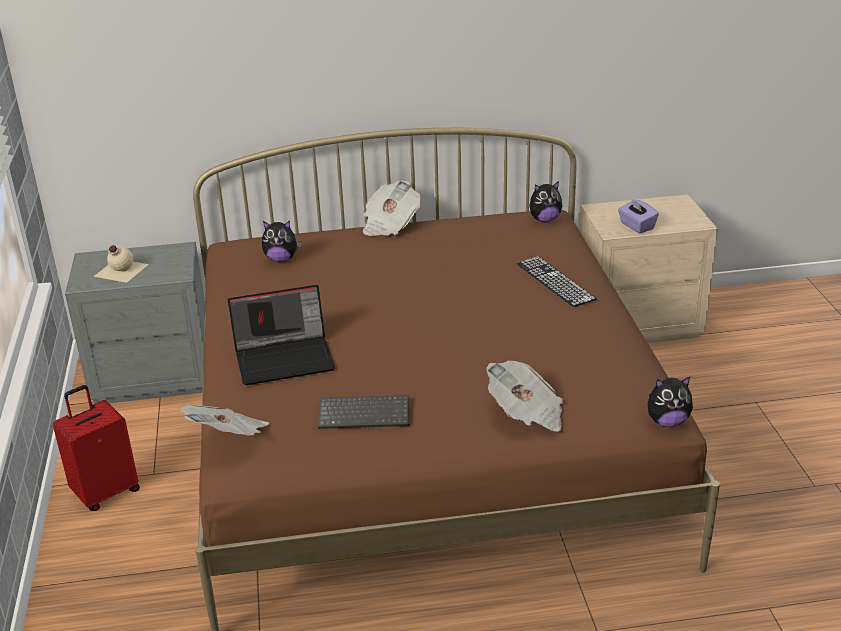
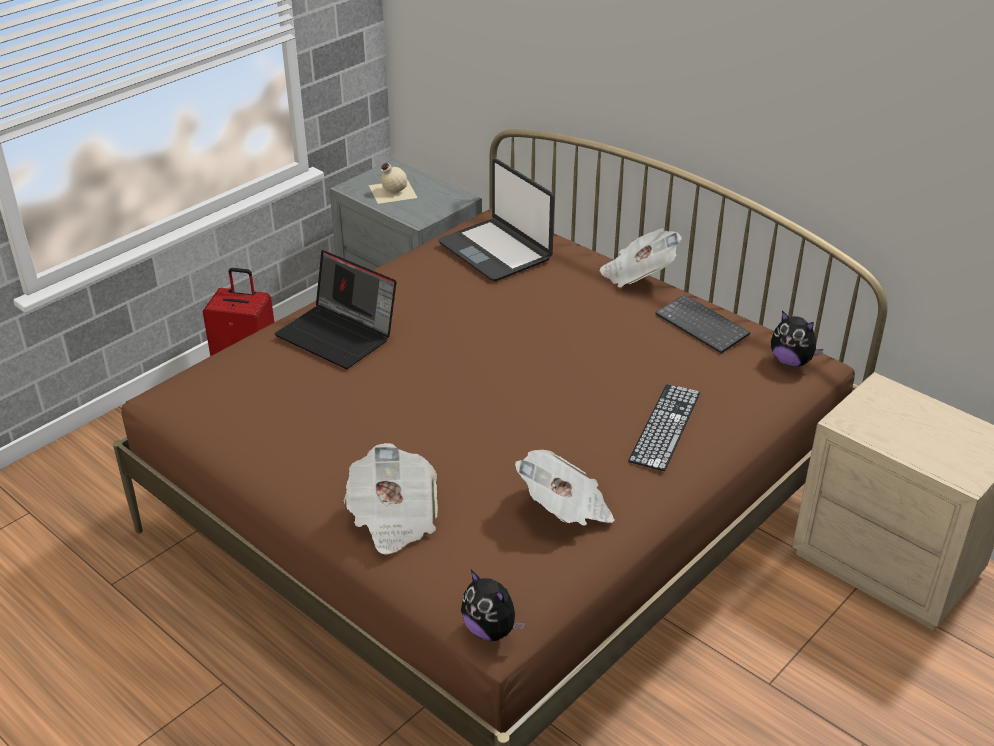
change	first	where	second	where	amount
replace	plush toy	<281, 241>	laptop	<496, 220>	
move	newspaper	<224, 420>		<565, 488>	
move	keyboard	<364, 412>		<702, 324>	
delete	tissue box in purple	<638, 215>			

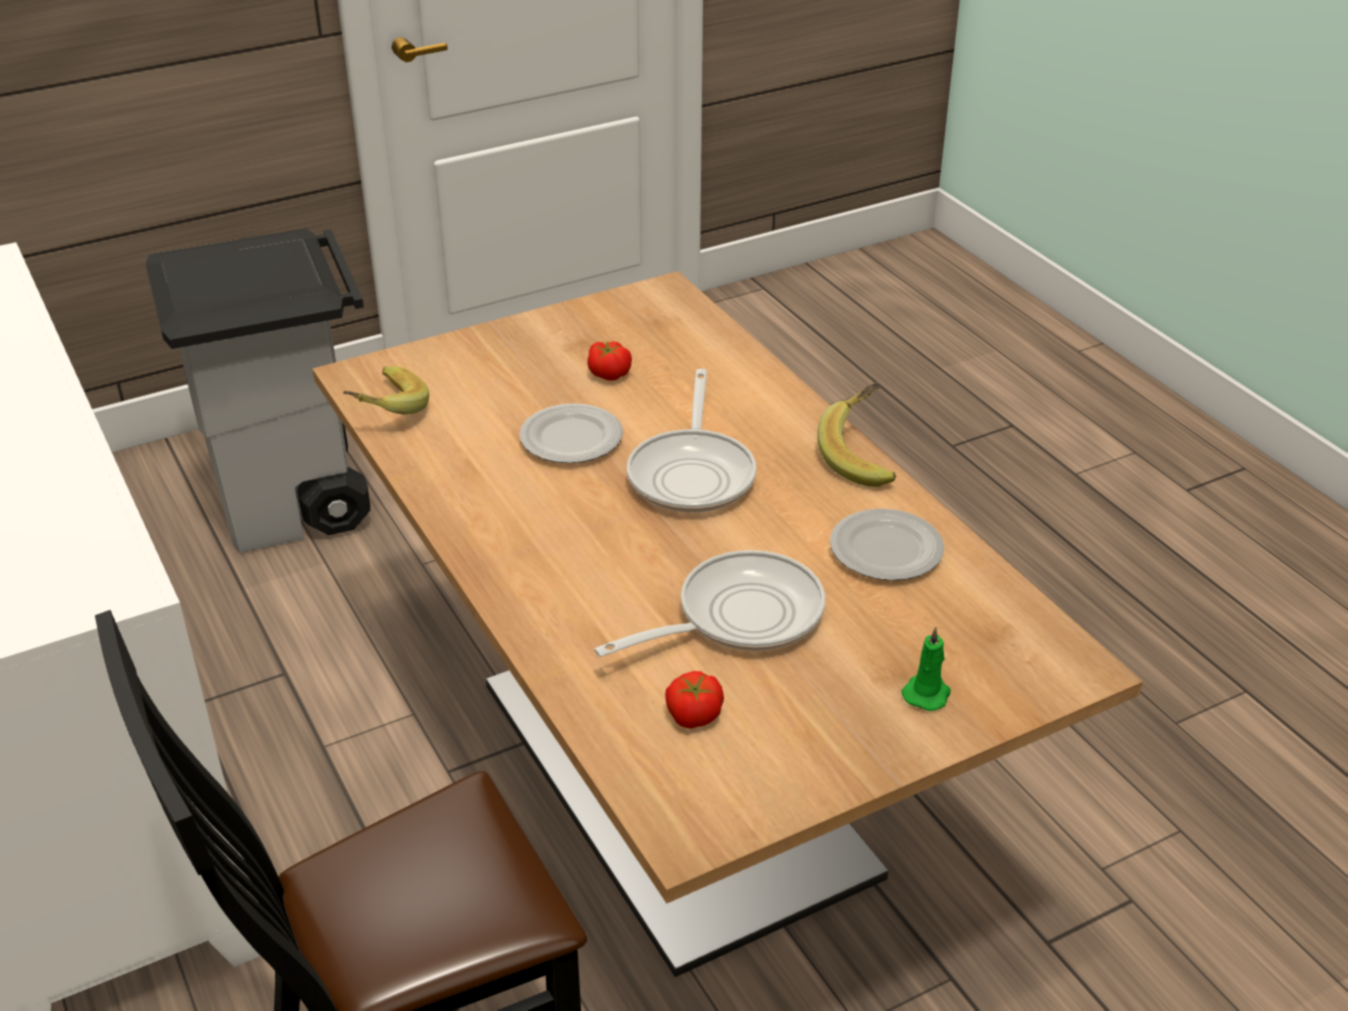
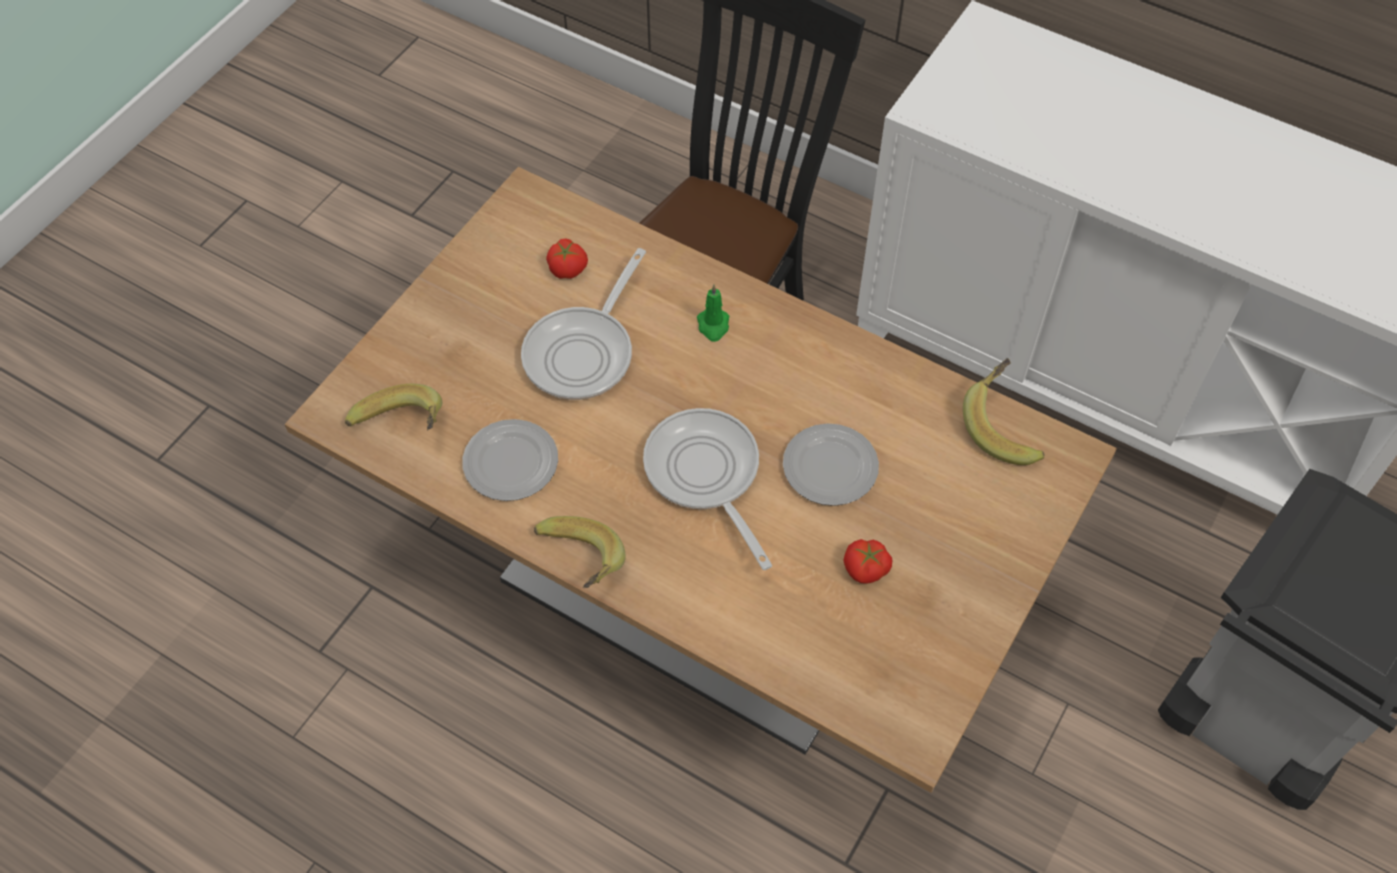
change	first	where	second	where	amount
insert			banana	<393, 407>	
move	candle in green	<926, 669>		<713, 313>	

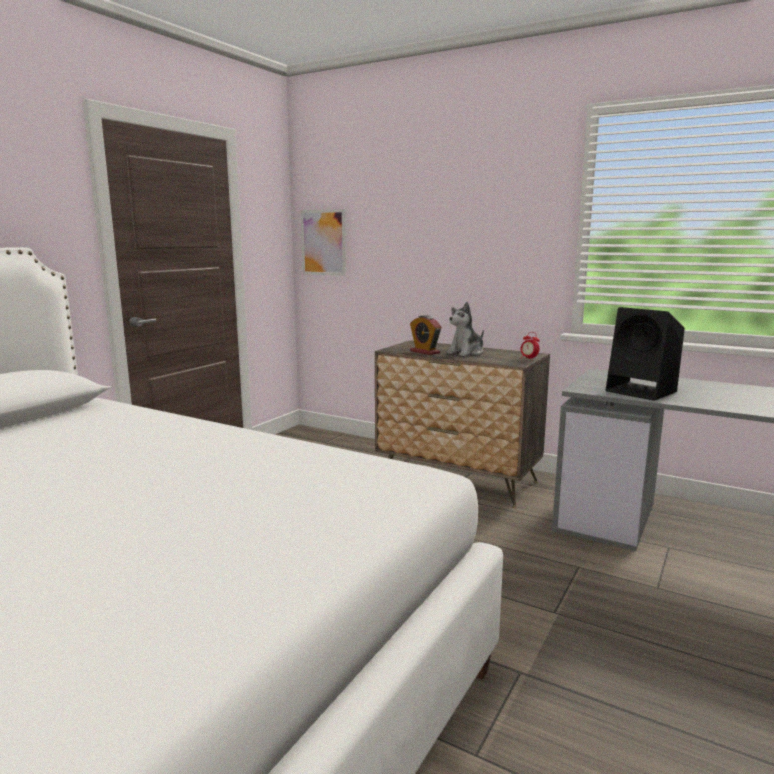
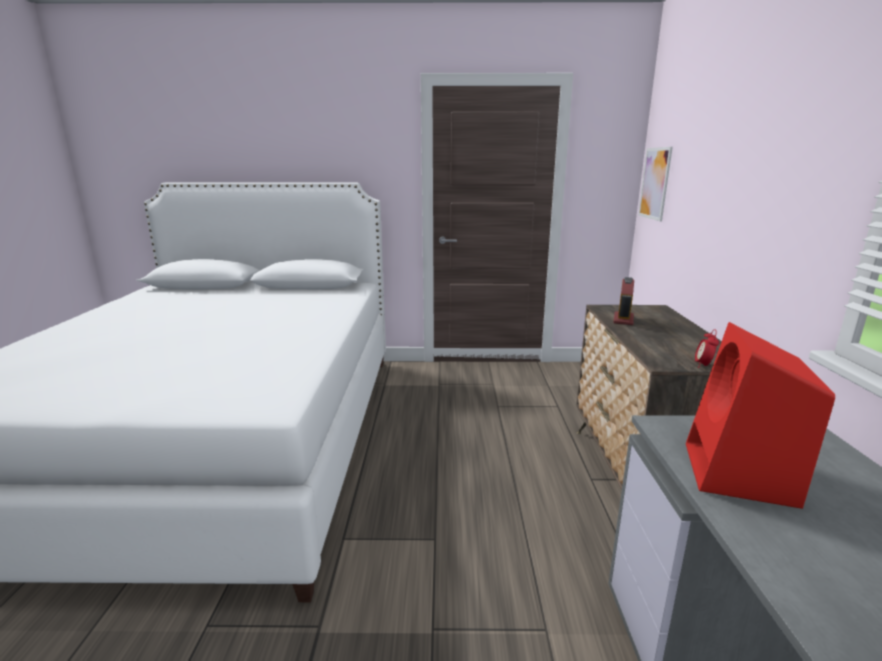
change	first	where	second	where	amount
recolor	speaker in black	<645, 354>	speaker in red	<760, 415>	
delete	plush toy	<465, 329>			

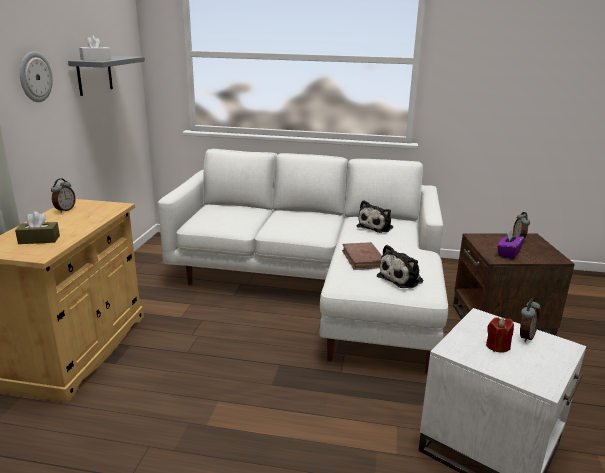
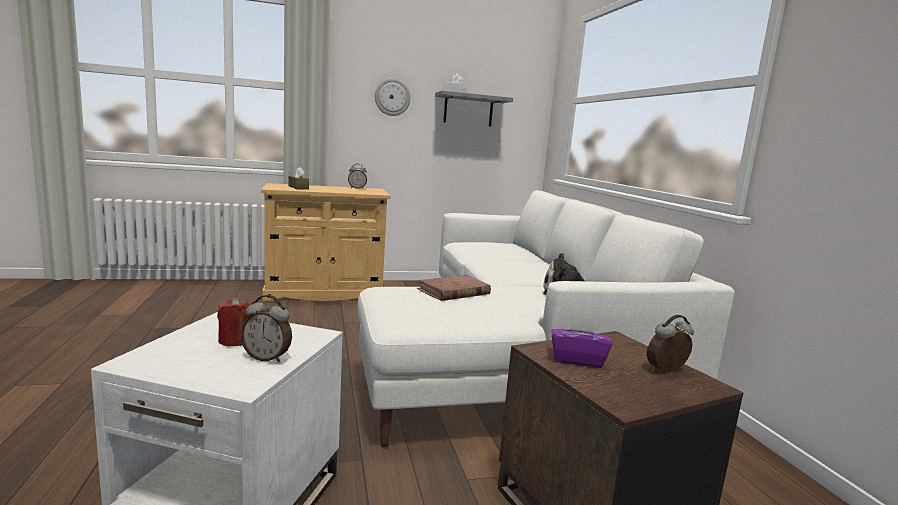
change	first	where	second	where	amount
delete	plush toy	<400, 267>			

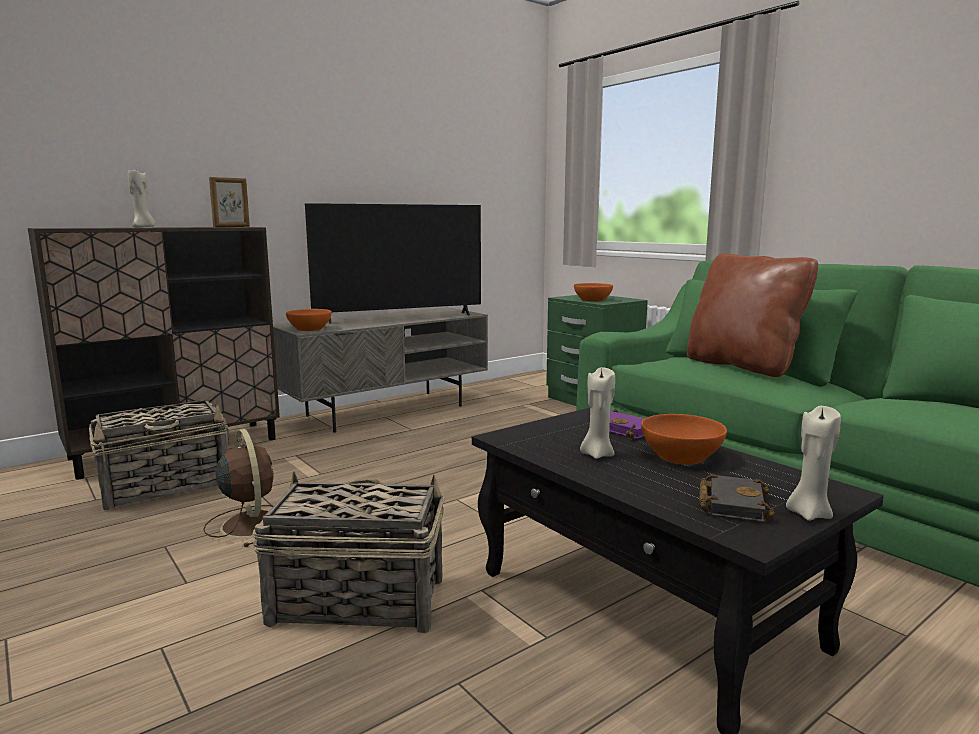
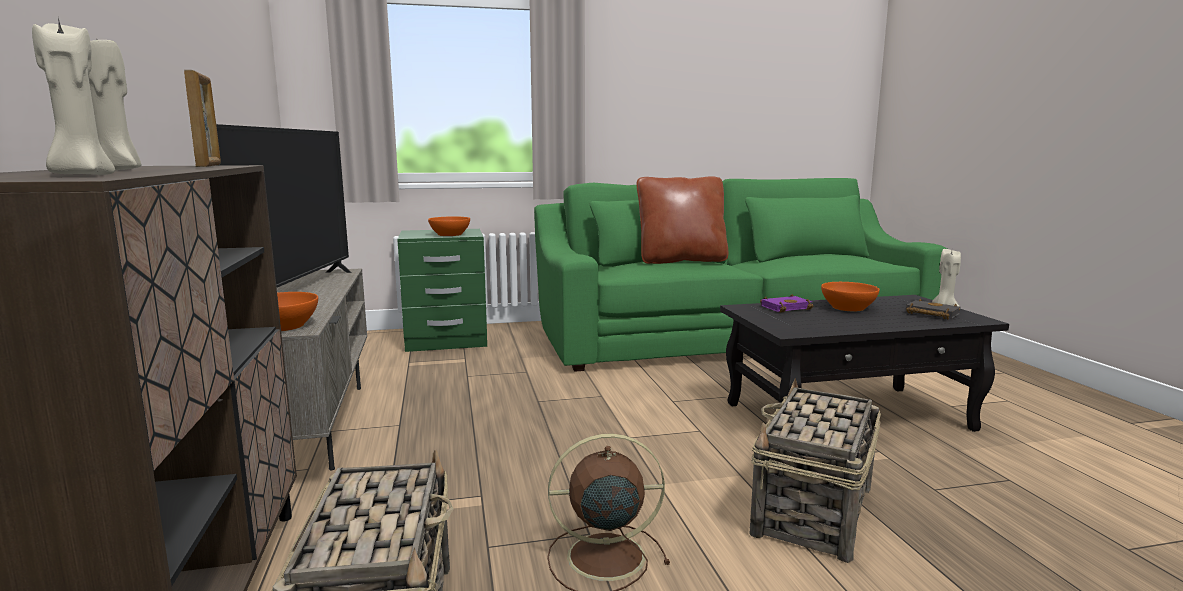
change	first	where	second	where	amount
move	candle in beige	<597, 413>		<73, 96>	

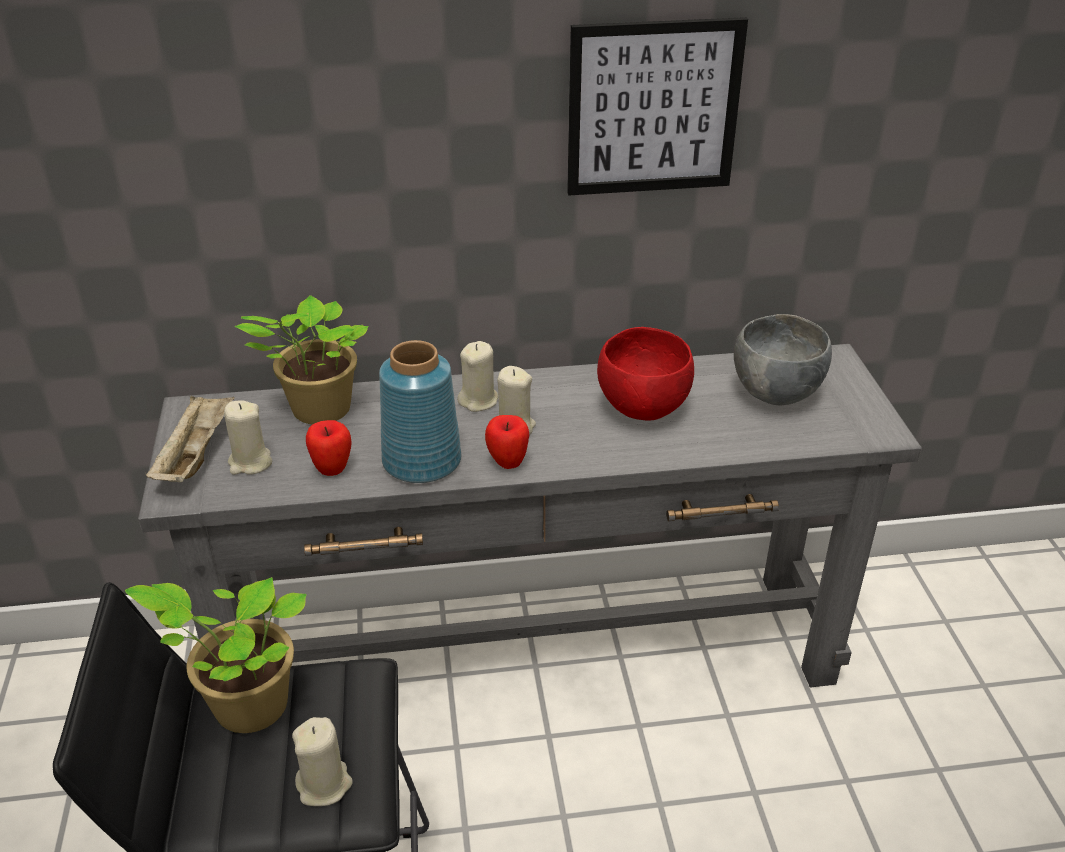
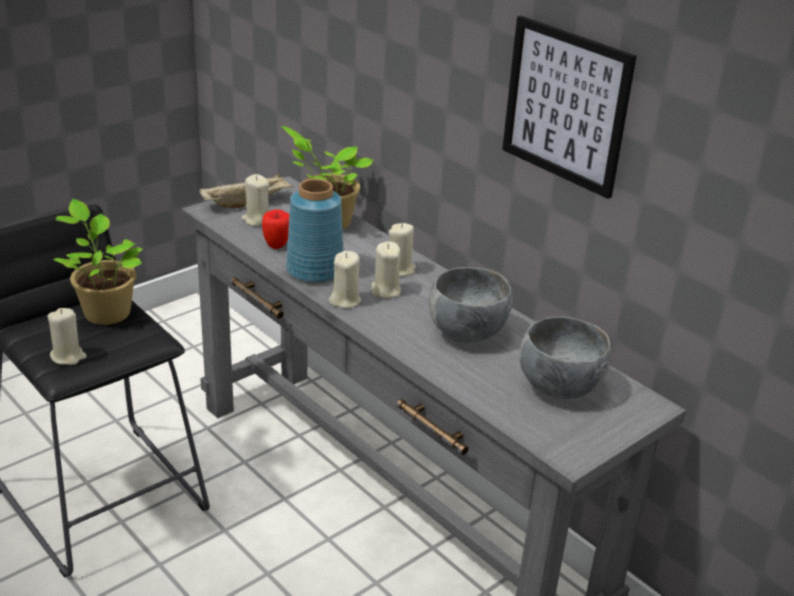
change	first	where	second	where	amount
replace	apple	<507, 442>	candle in beige	<345, 280>	
recolor	bowl in red	<645, 374>	bowl in grey	<471, 305>	

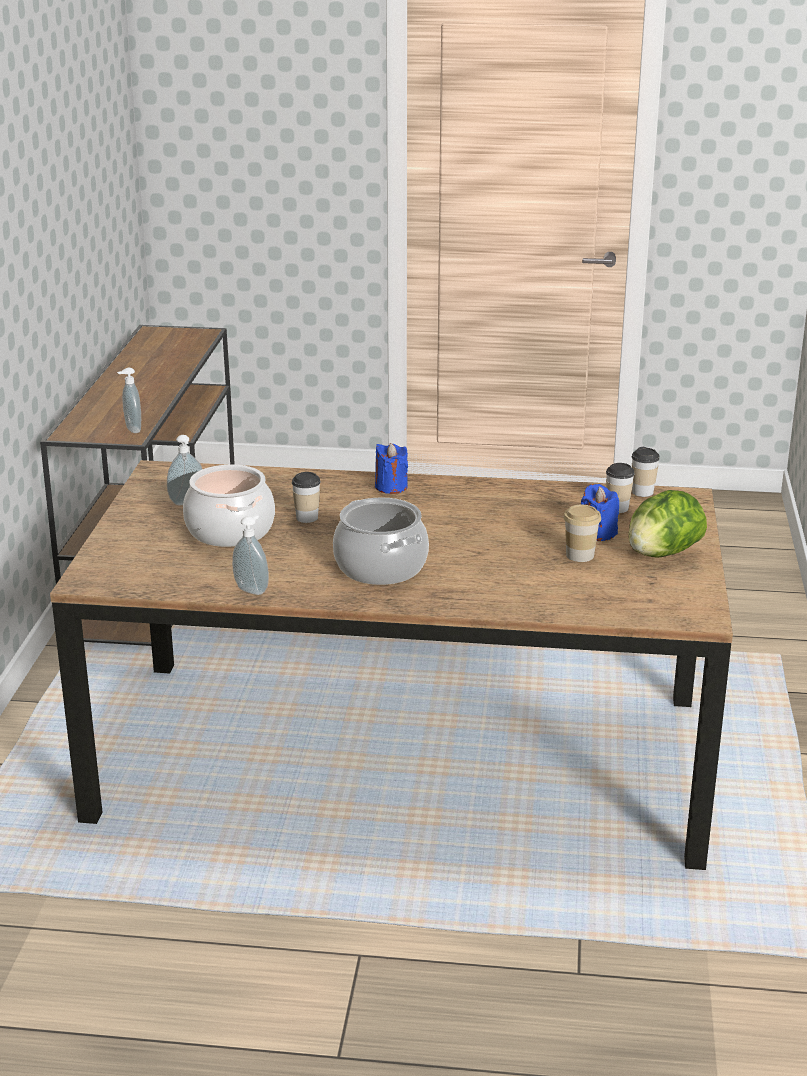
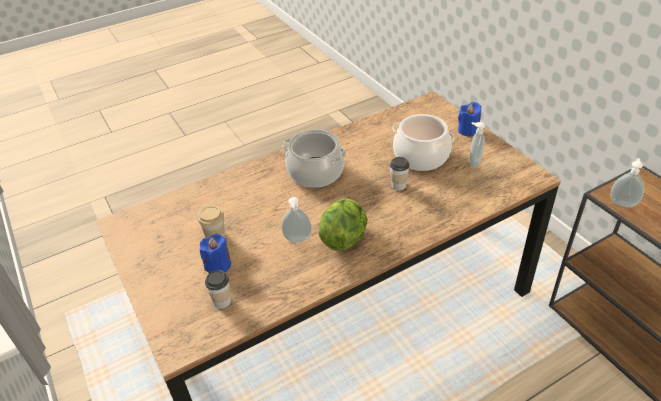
change	first	where	second	where	amount
move	soap dispenser	<250, 555>		<297, 219>	
move	lettuce	<667, 524>		<342, 225>	
move	candle in blue	<391, 468>		<469, 119>	
delete	cup	<646, 472>			

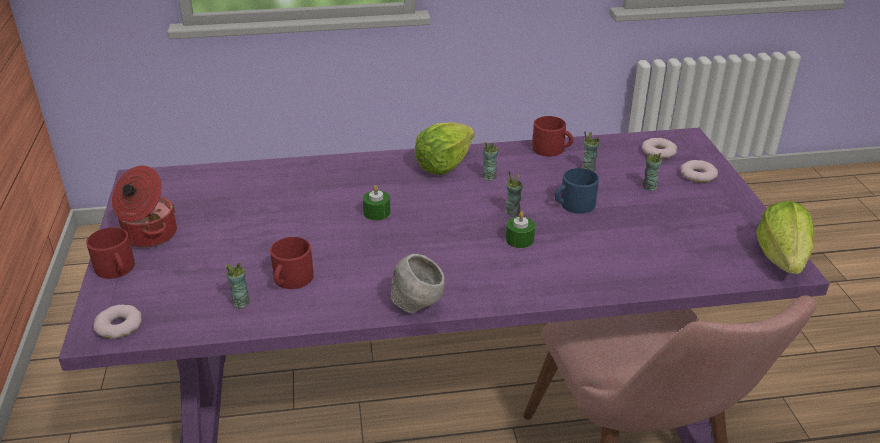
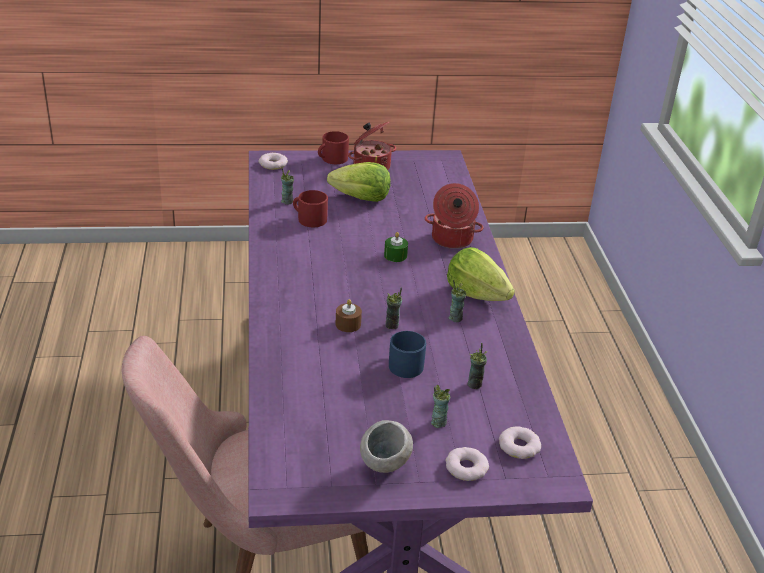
change	first	where	second	where	amount
move	lettuce	<785, 237>		<359, 182>	
recolor	candle in green	<520, 229>	candle in brown	<348, 315>	
move	bowl in grey	<418, 283>		<386, 446>	
insert			cooking pot	<454, 216>	
delete	mug in red	<552, 136>			

